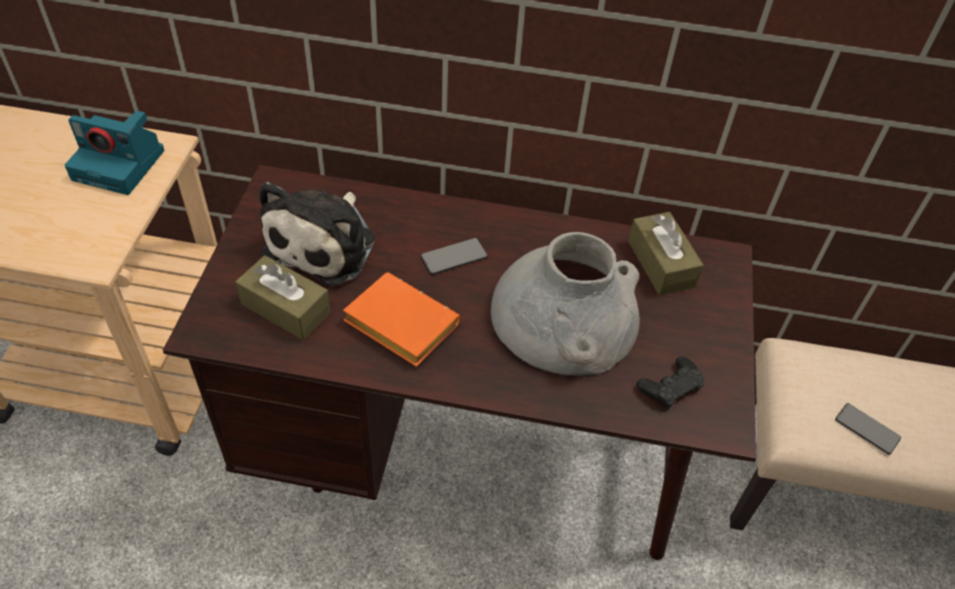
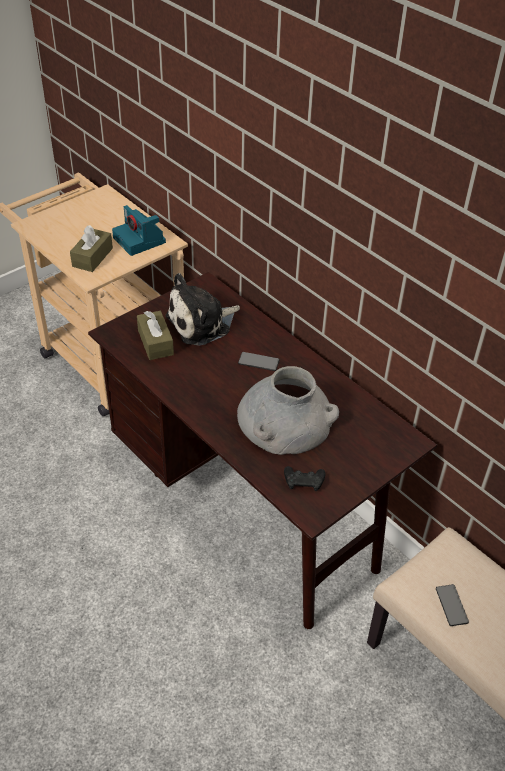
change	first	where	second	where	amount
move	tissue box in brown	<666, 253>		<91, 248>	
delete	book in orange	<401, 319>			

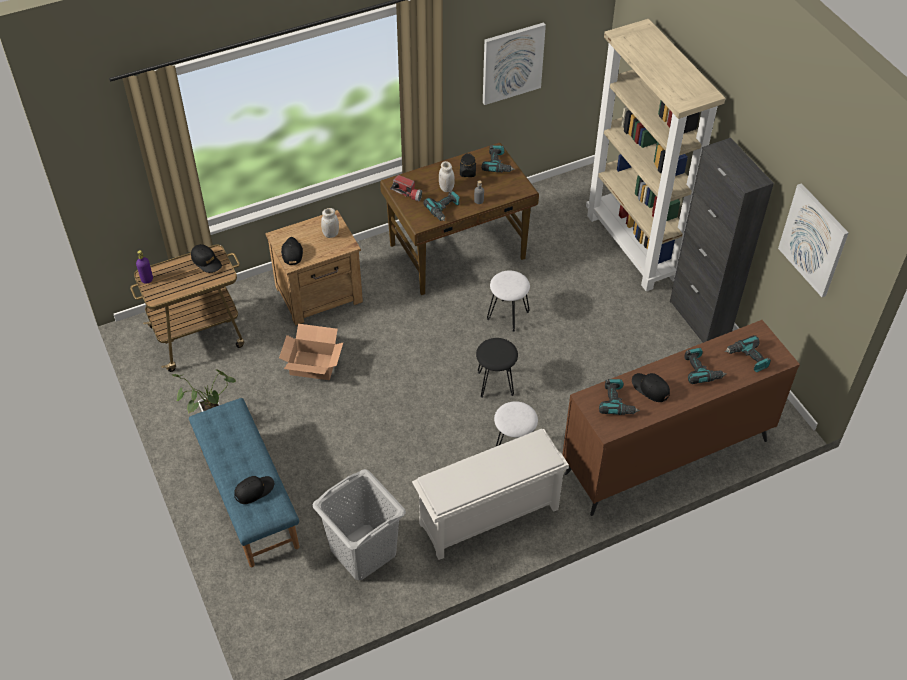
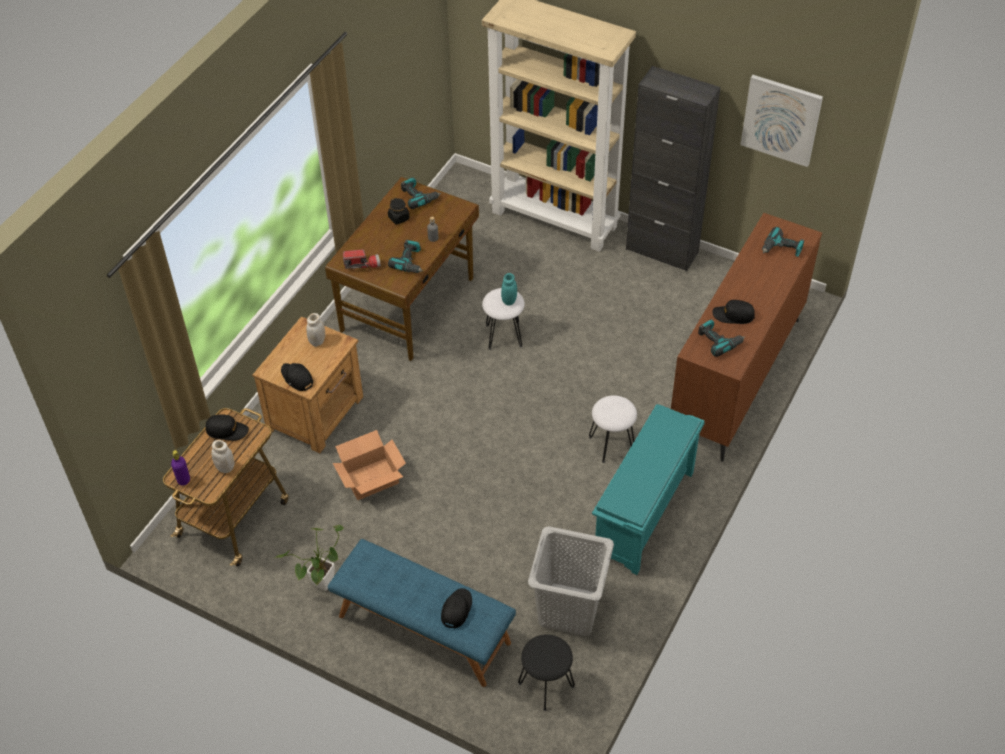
change	first	where	second	where	amount
move	jar in white	<447, 176>		<223, 456>	
insert			jar in turquoise	<509, 289>	
move	stool in black	<497, 368>		<546, 672>	
recolor	shoe rack in white	<490, 494>	shoe rack in turquoise	<648, 489>	
delete	picture	<514, 63>			
delete	power drill	<705, 366>			

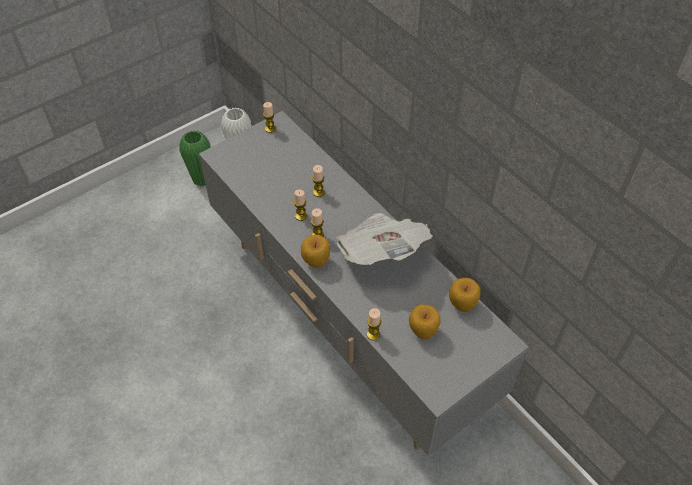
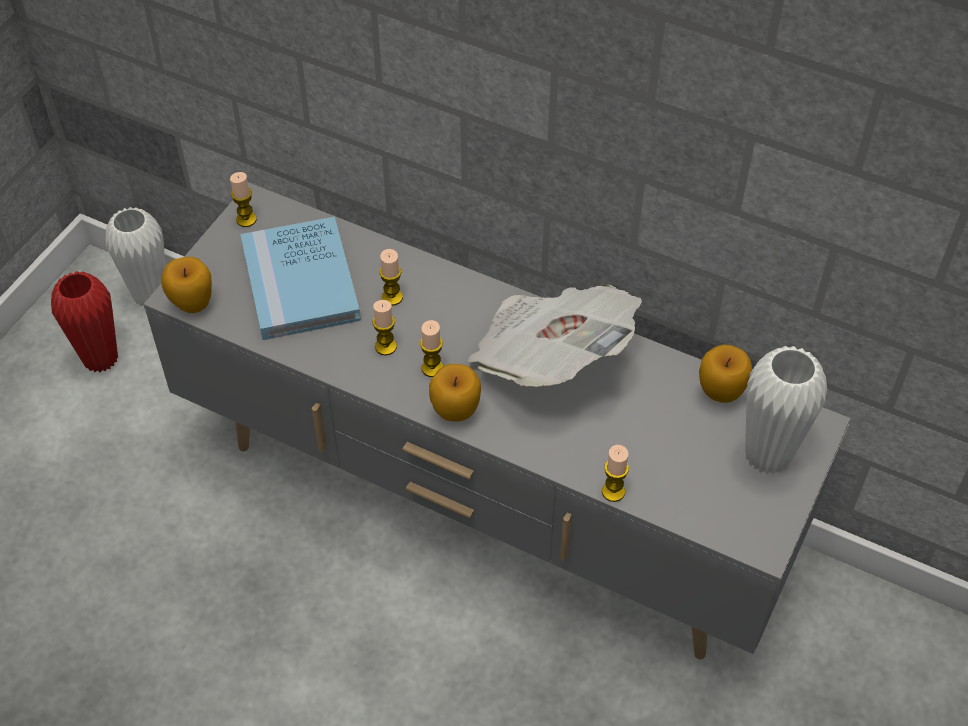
change	first	where	second	where	amount
recolor	vase in green	<195, 158>	vase in red	<84, 321>	
move	apple	<425, 322>		<186, 285>	
insert			book in blue	<300, 278>	
insert			vase in white	<786, 410>	

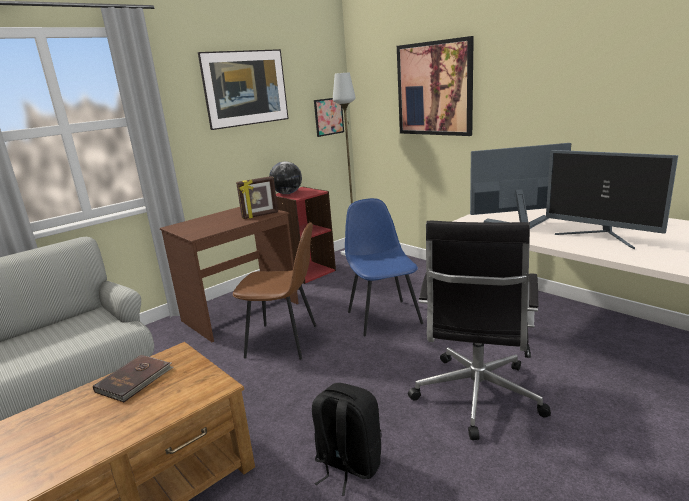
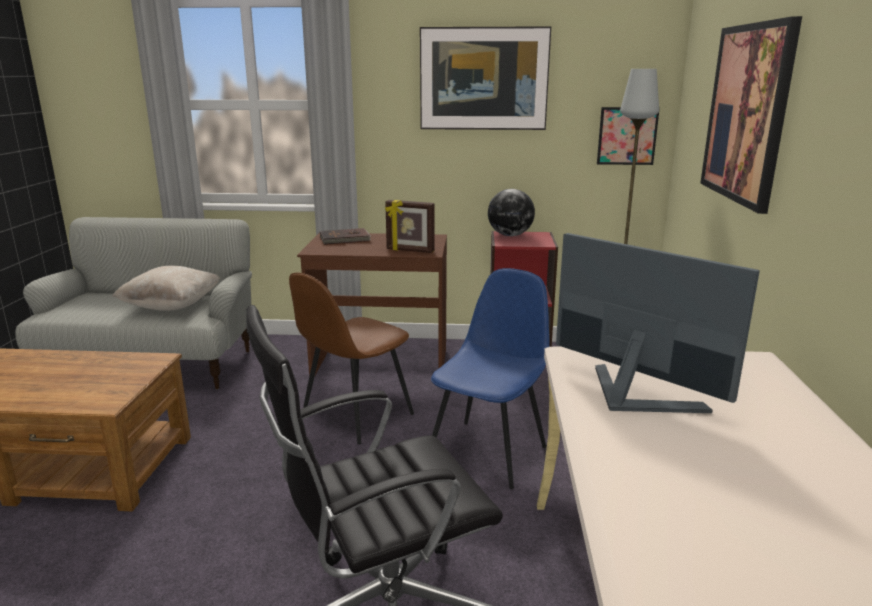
change	first	where	second	where	amount
insert			pillow in beige	<166, 288>	
rotate	chair in brown	<274, 291>		<351, 359>	75 degrees clockwise
move	book in brown	<133, 378>		<346, 236>	
delete	backpack in black	<347, 439>			
delete	monitor	<612, 200>			

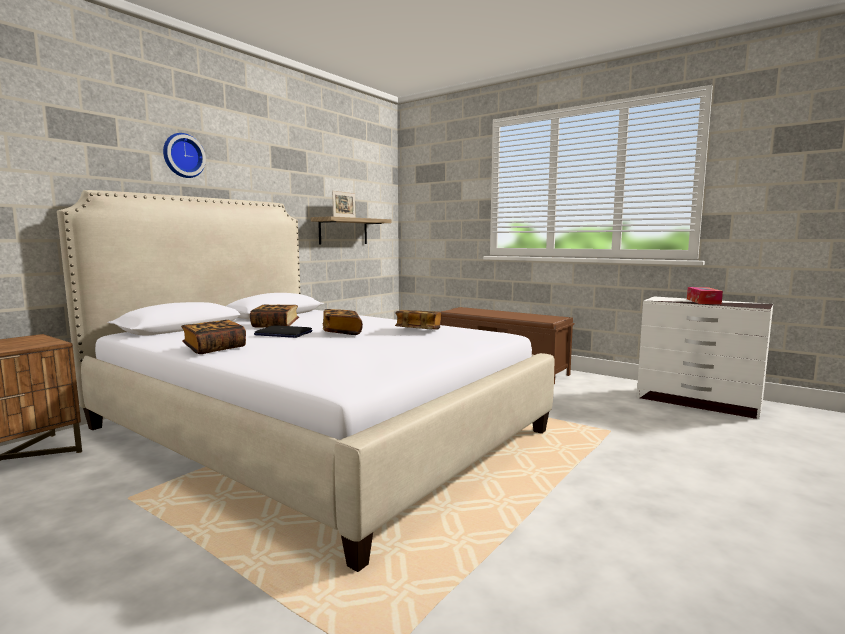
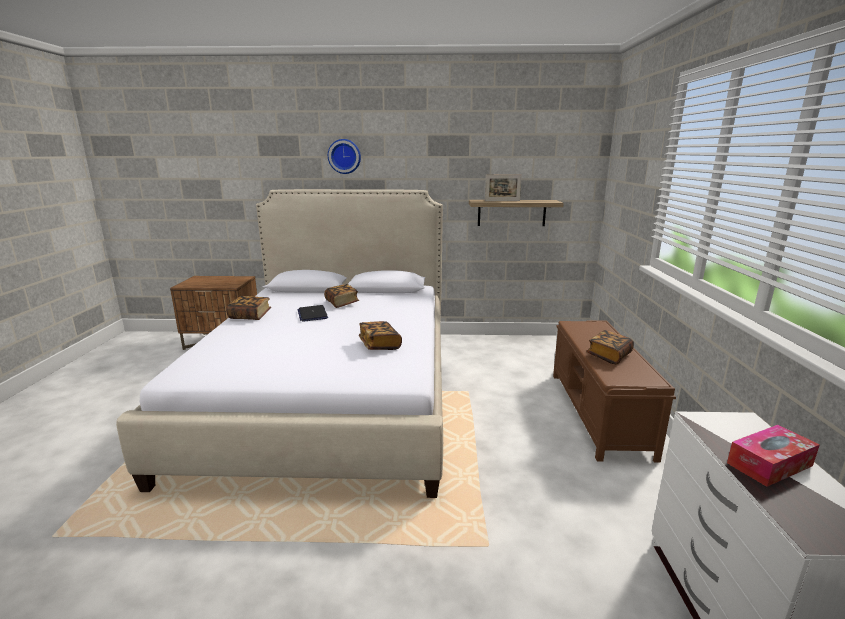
change	first	where	second	where	amount
move	book	<343, 322>		<610, 347>	

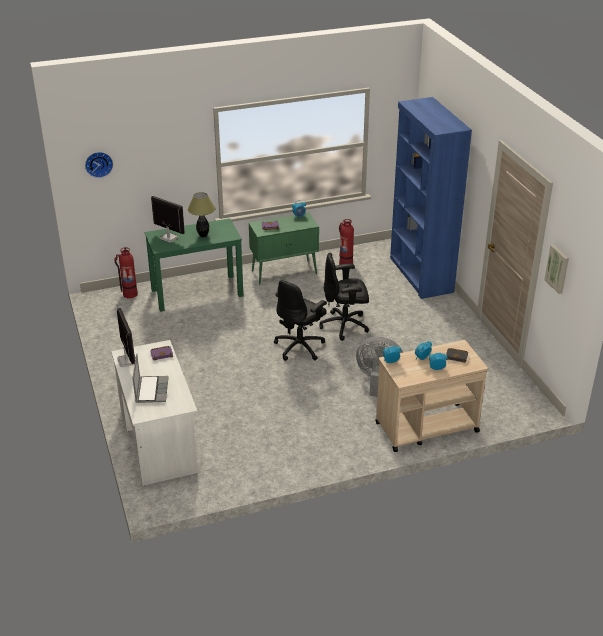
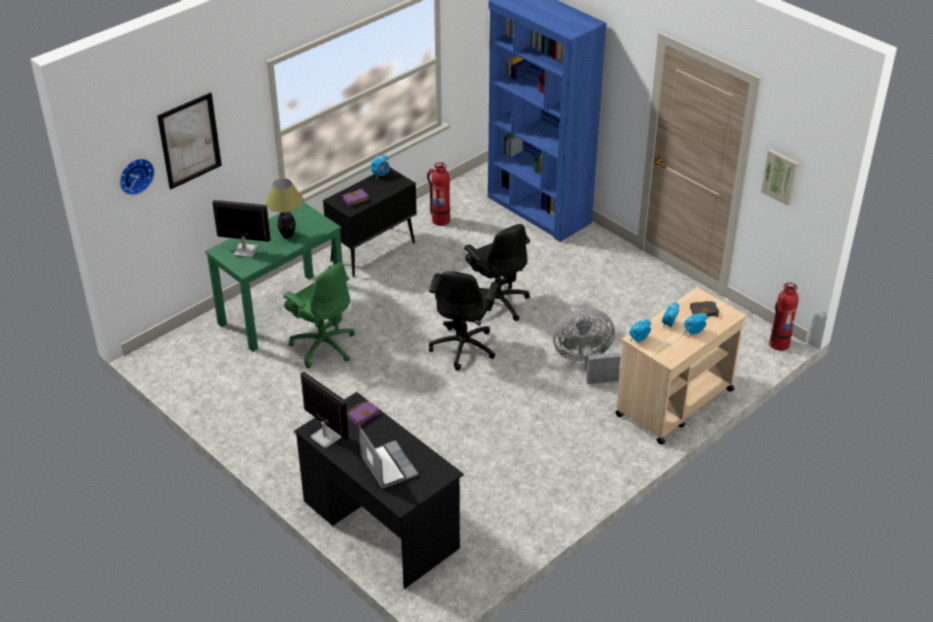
change	first	where	second	where	amount
insert			picture	<189, 140>	
insert			office chair in green	<319, 315>	
recolor	desk in white	<154, 413>	desk in black	<379, 490>	
recolor	cabinet in green	<284, 248>	cabinet in black	<370, 222>	
rotate	office chair in black	<344, 296>		<497, 272>	90 degrees counterclockwise
move	fire extinguisher	<126, 272>		<784, 317>	

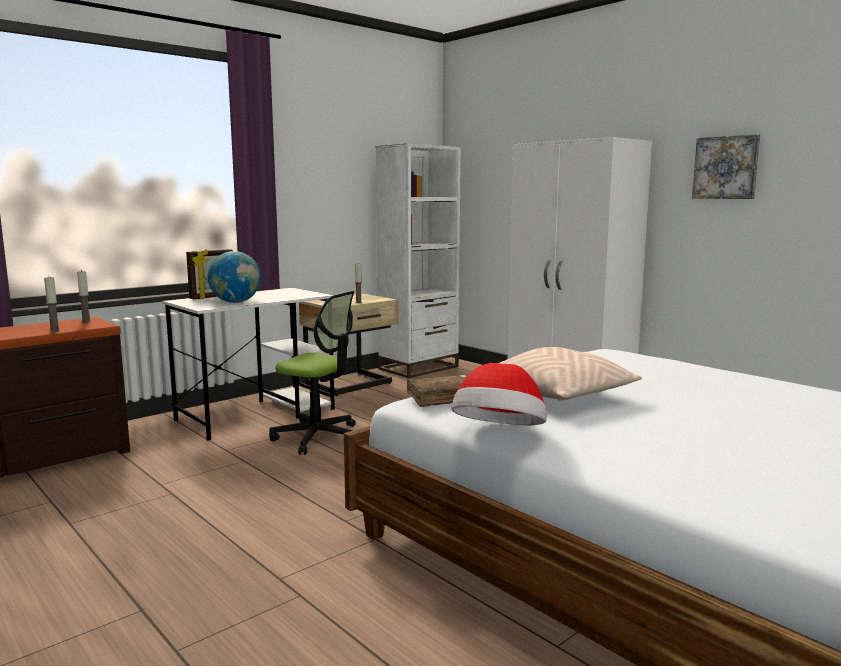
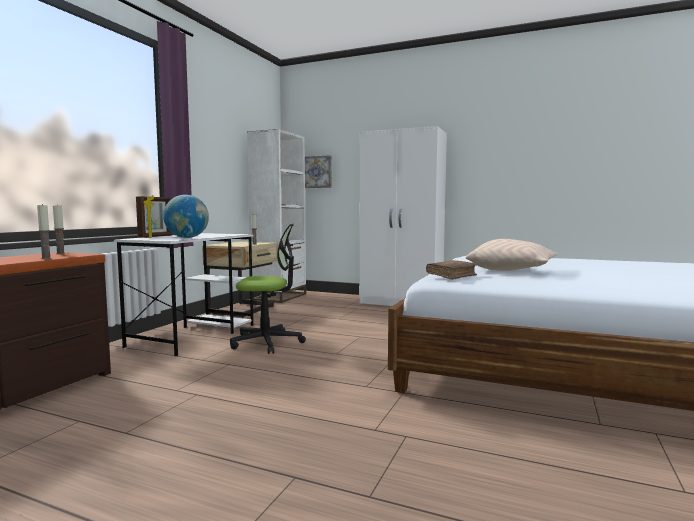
change	first	where	second	where	amount
move	picture	<726, 166>		<318, 171>	
delete	hat	<499, 394>			

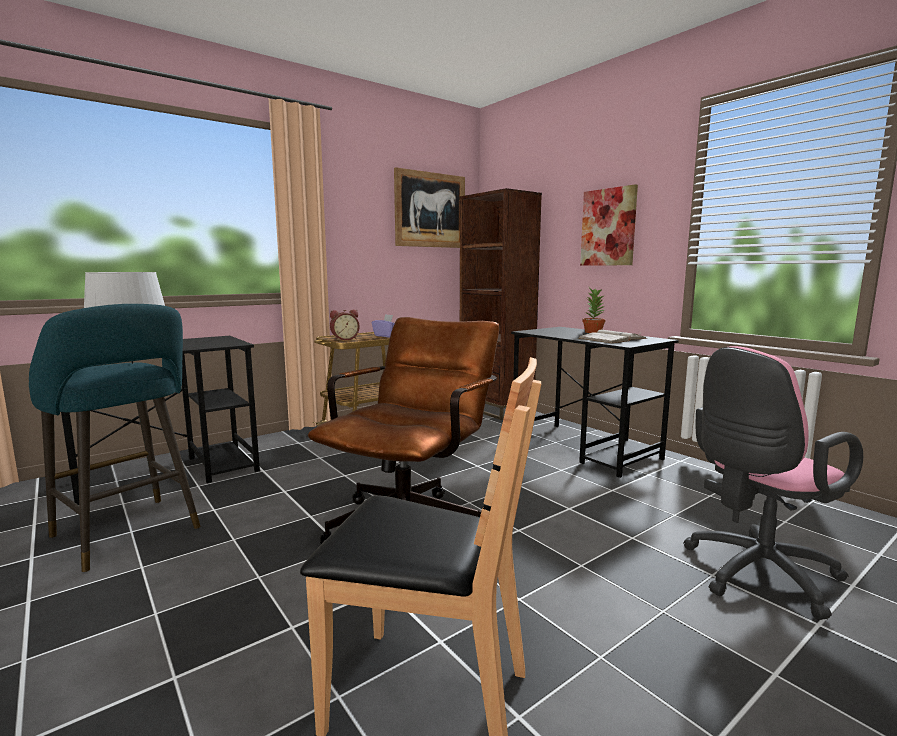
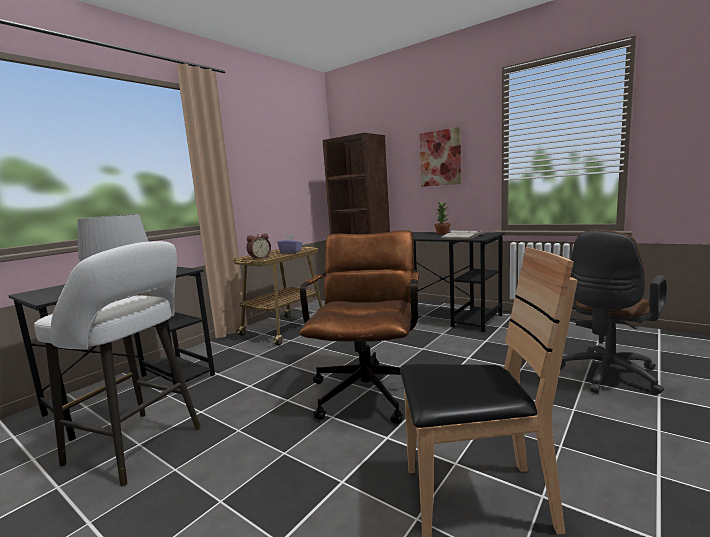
change	first	where	second	where	amount
recolor	stool in turquoise	<114, 438>	stool in white	<117, 363>	
recolor	office chair in pink	<773, 483>	office chair in brown	<613, 311>	
delete	picture	<429, 207>			

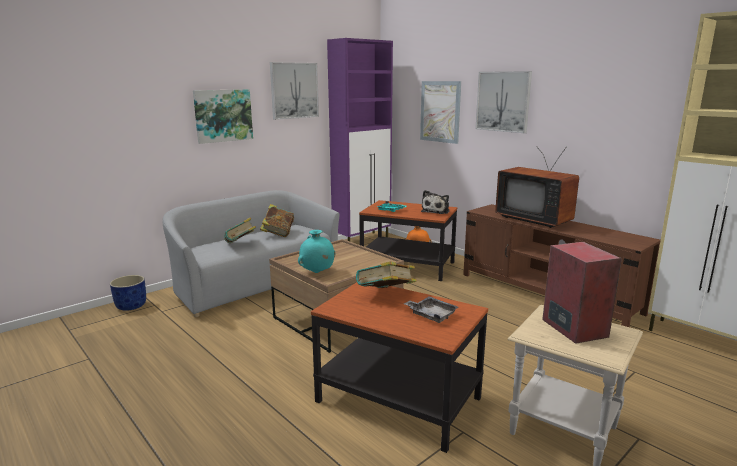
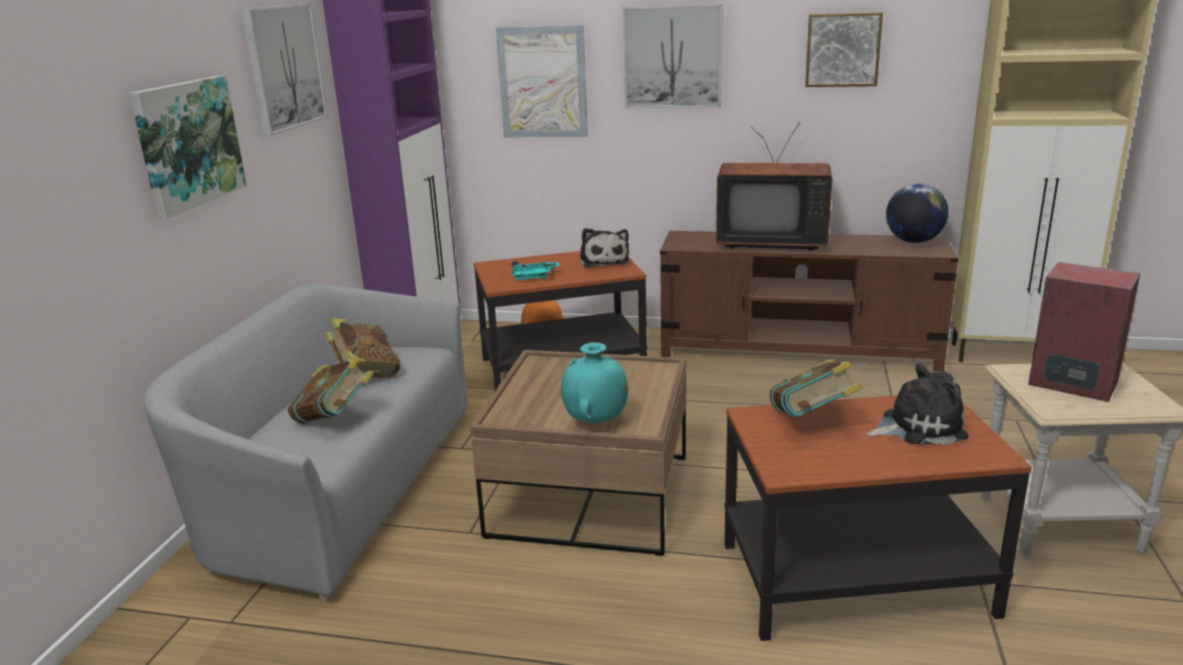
change	first	where	second	where	amount
insert			picture	<844, 49>	
replace	tray in grey	<431, 309>	plush toy	<917, 404>	
insert			globe	<917, 213>	
delete	planter in blue	<128, 293>			

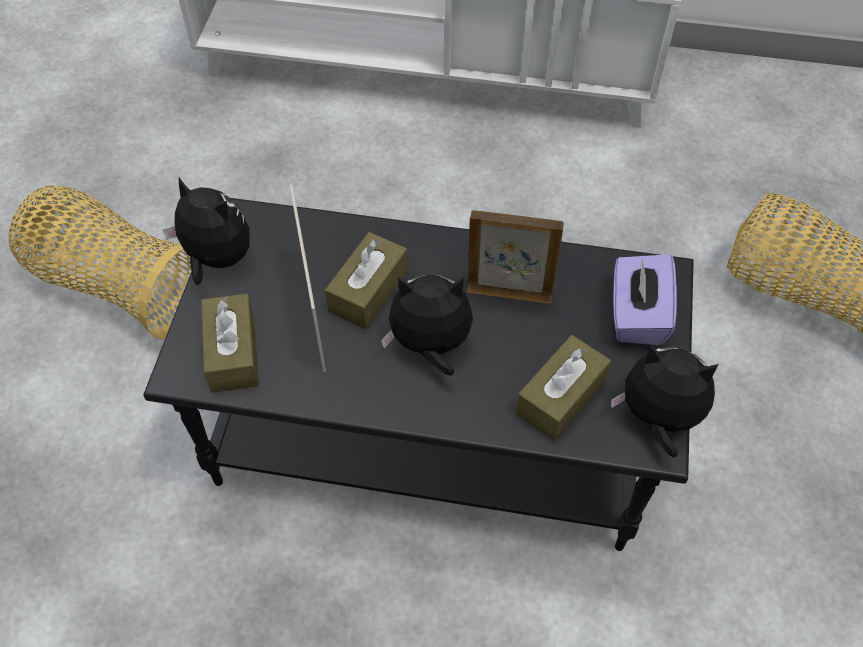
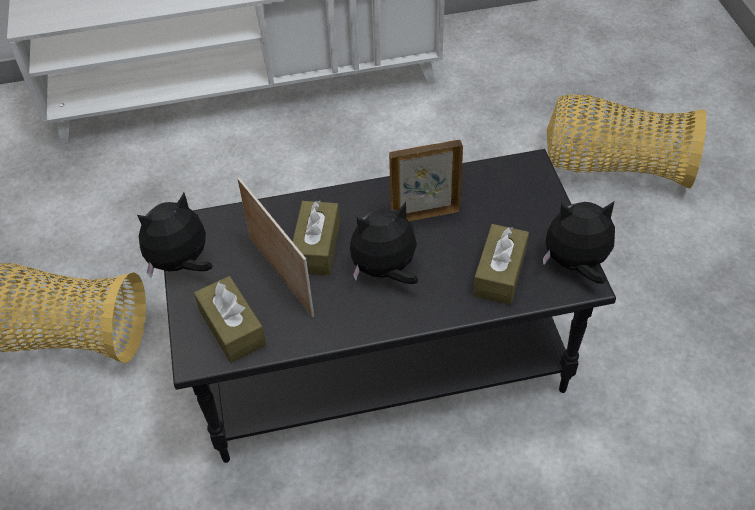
change	first	where	second	where	amount
rotate	plush toy	<206, 231>		<175, 235>	45 degrees counterclockwise
delete	tissue box in purple	<645, 300>			

